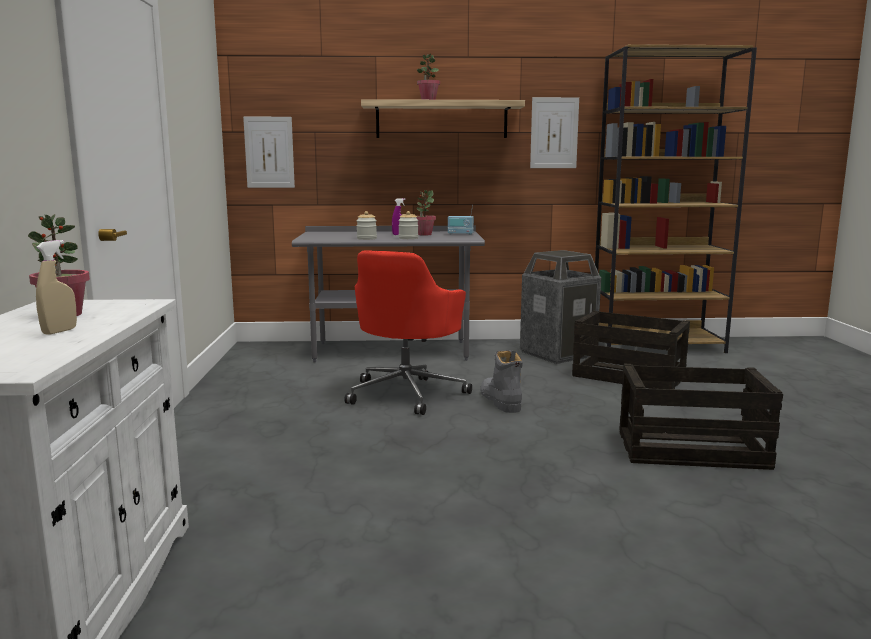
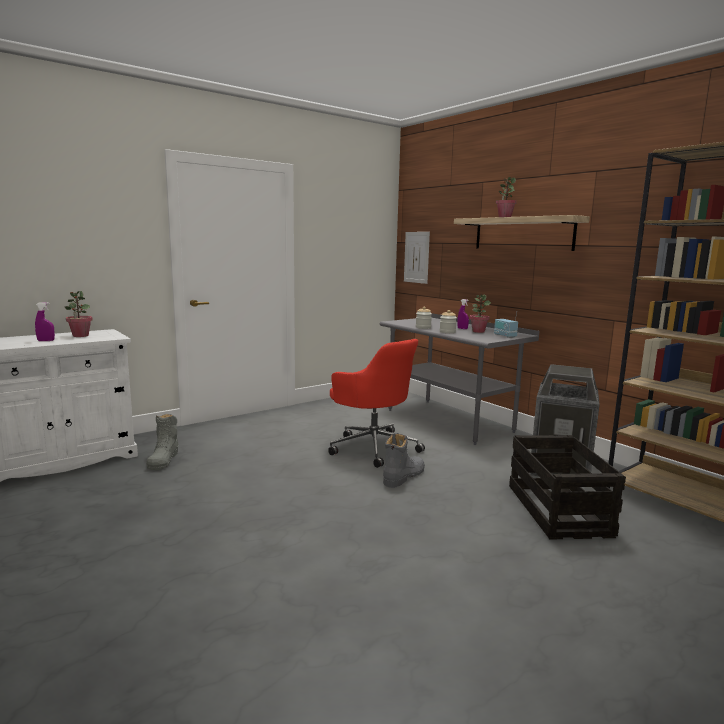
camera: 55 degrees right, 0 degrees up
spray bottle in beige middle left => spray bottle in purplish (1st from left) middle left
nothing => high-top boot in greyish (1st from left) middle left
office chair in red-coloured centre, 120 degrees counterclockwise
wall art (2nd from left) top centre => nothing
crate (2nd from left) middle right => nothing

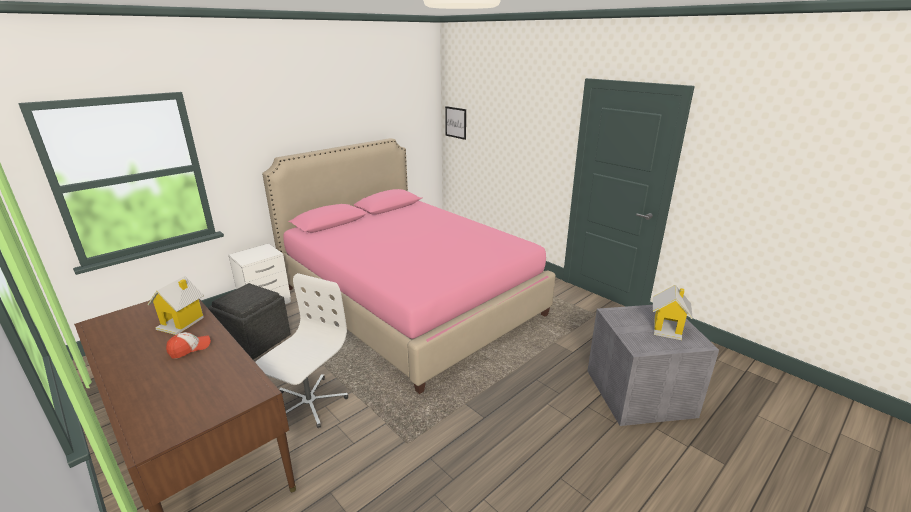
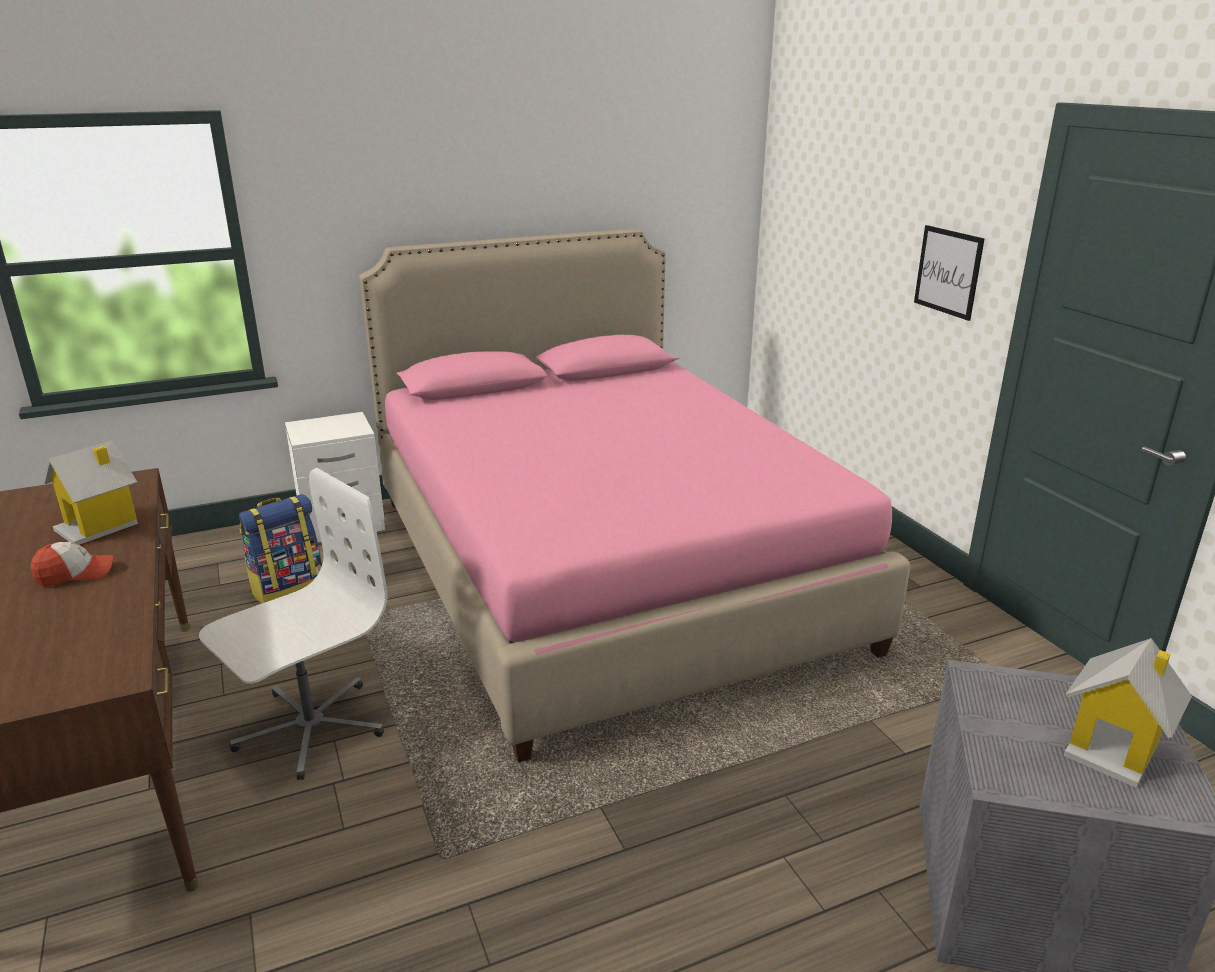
camera: 20 degrees right, 0 degrees up
pouffe in greyish middle left => rucksack middle left
wall art top centre => wall art top right, move

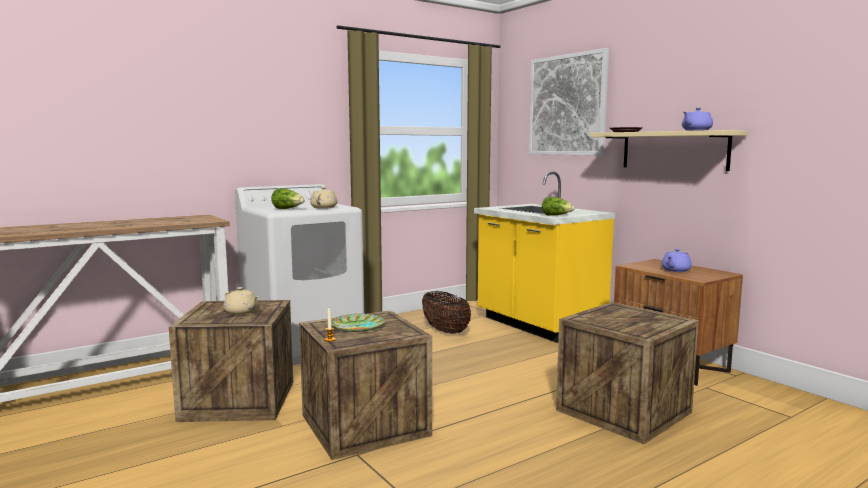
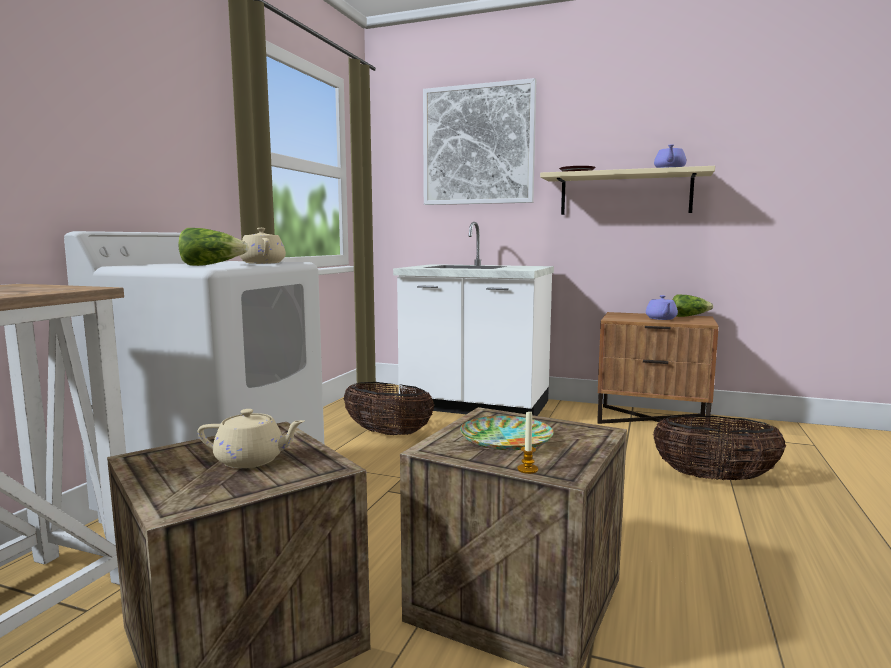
camera: 35 degrees left, 0 degrees up
kitchen base unit in yellowish centre => kitchen base unit in white centre
crate (3rd from left) bottom right => household basket (2nd from left) bottom right
head of lettuce (2nd from left) centre => head of lettuce (2nd from left) middle right, move

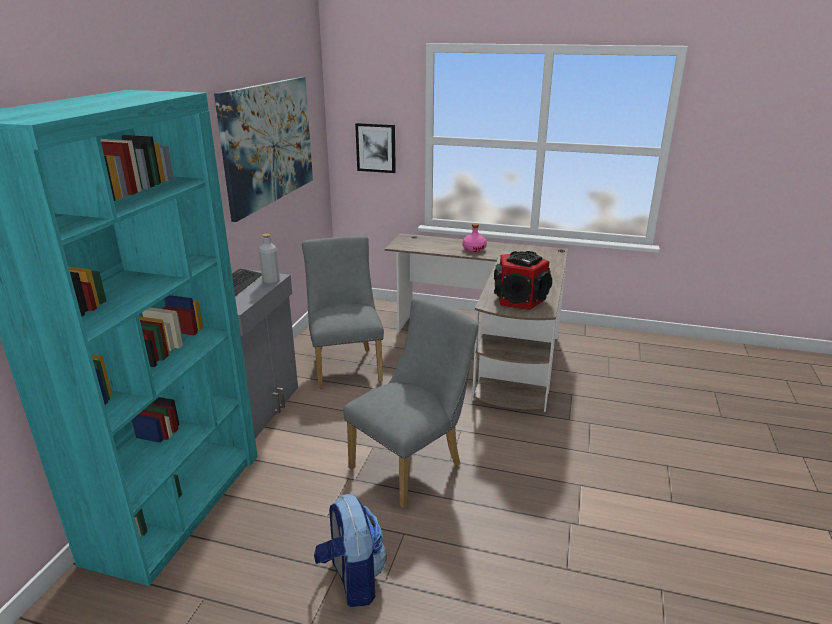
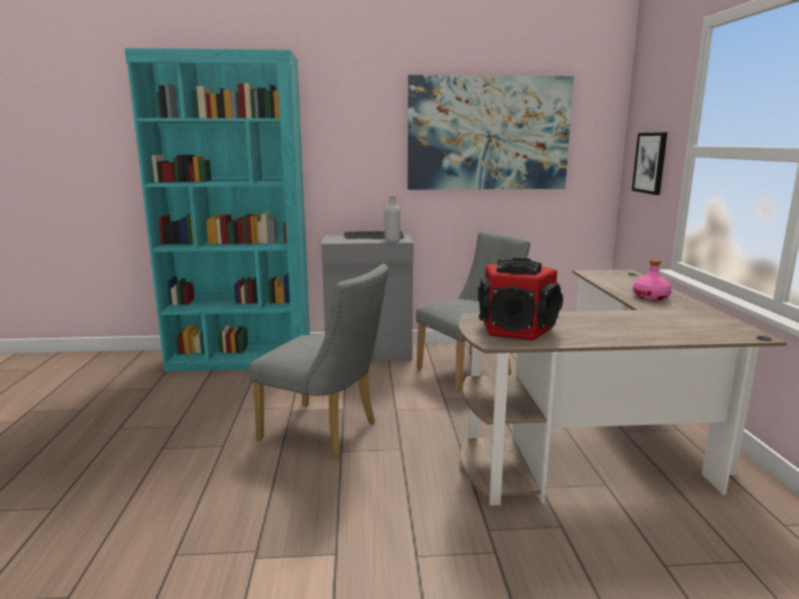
camera: 70 degrees right, 10 degrees down
rucksack bottom centre => nothing

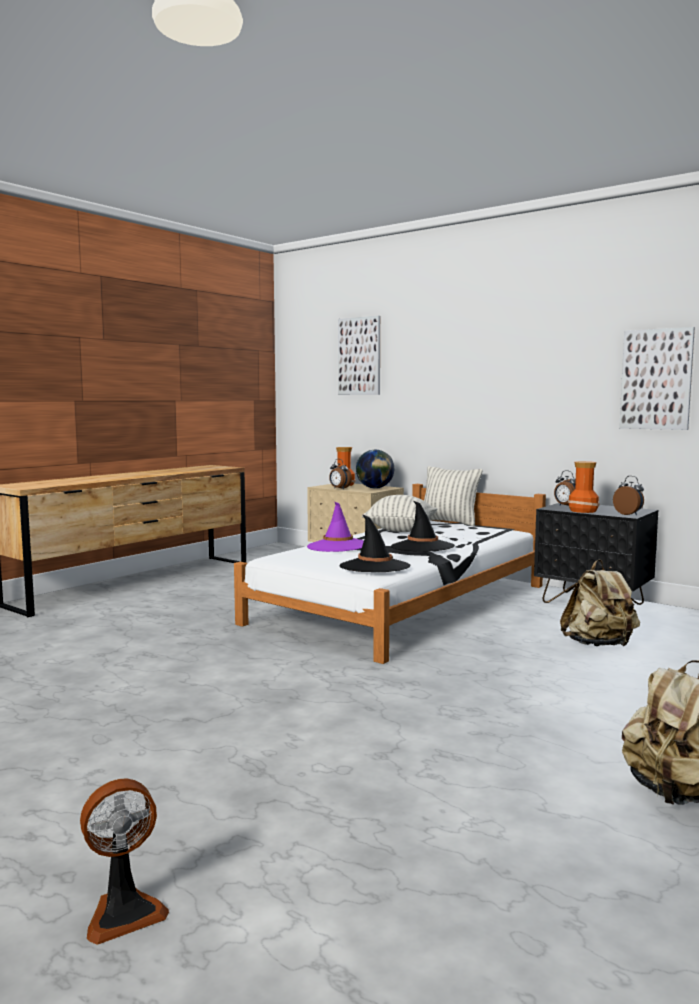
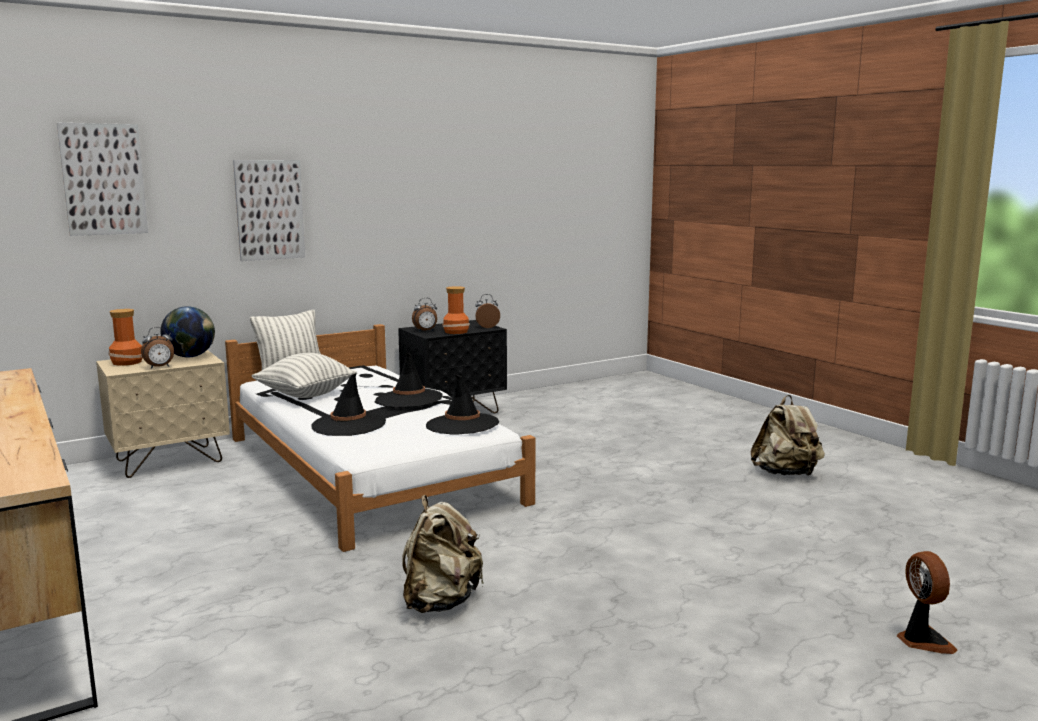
camera: 70 degrees left, 5 degrees up
wall art (2nd from left) middle right => wall art (2nd from left) top left, move
wearable hat in purplish centre => wearable hat in black-coloured (1st from left) centre
rucksack in beige (1st from left) middle right => rucksack in beige (1st from left) bottom centre, move

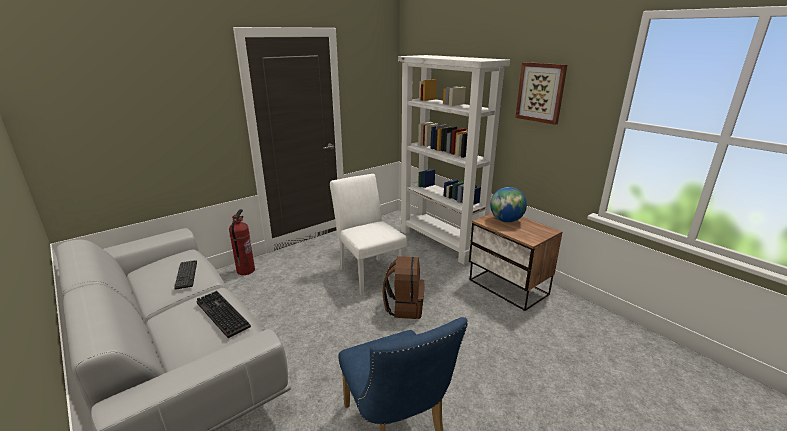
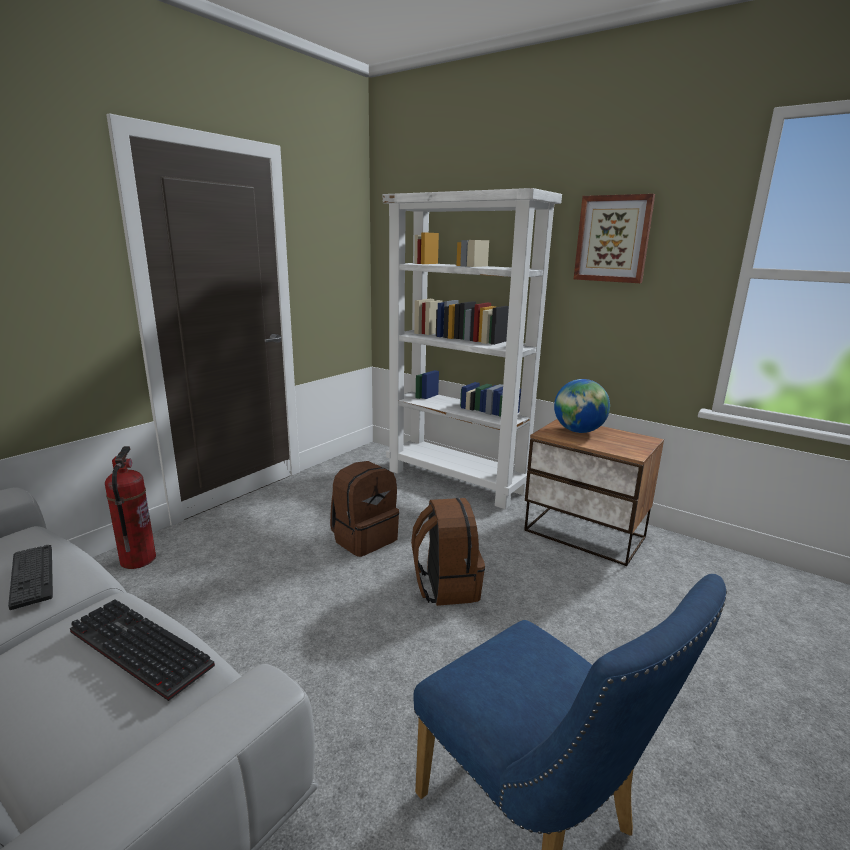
camera: 15 degrees left, 5 degrees down
chair in white centre => rucksack in brown (1st from left) centre

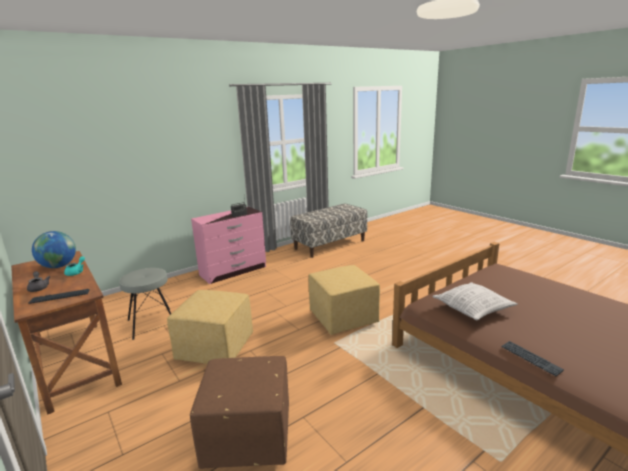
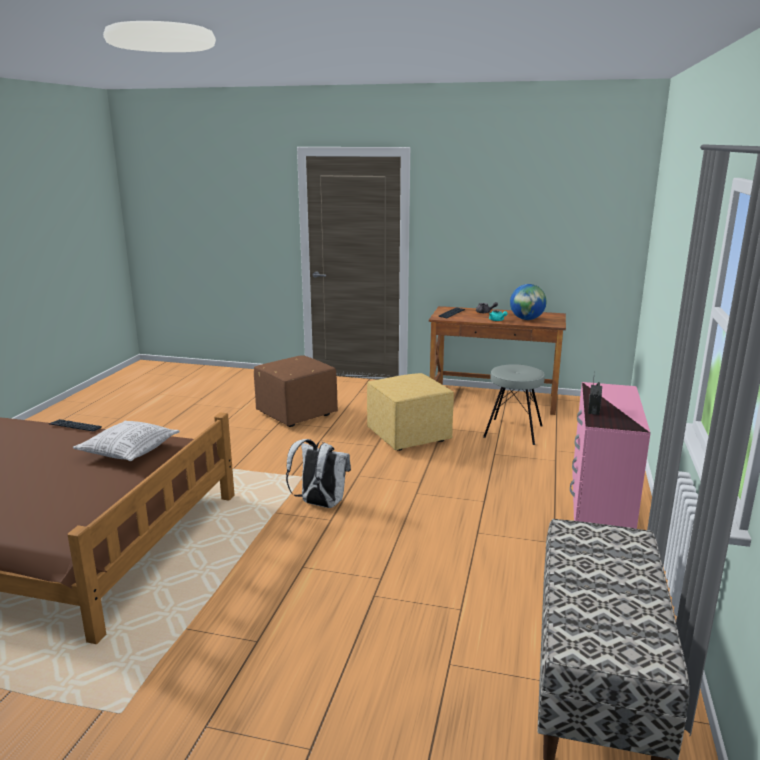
camera: 140 degrees right, 0 degrees up
pouffe in yellowish (2nd from left) centre => rucksack in white centre

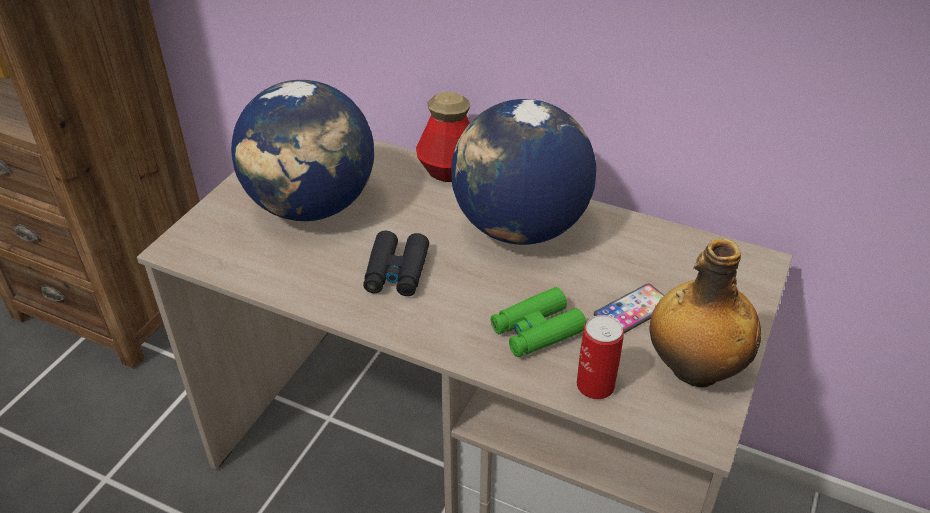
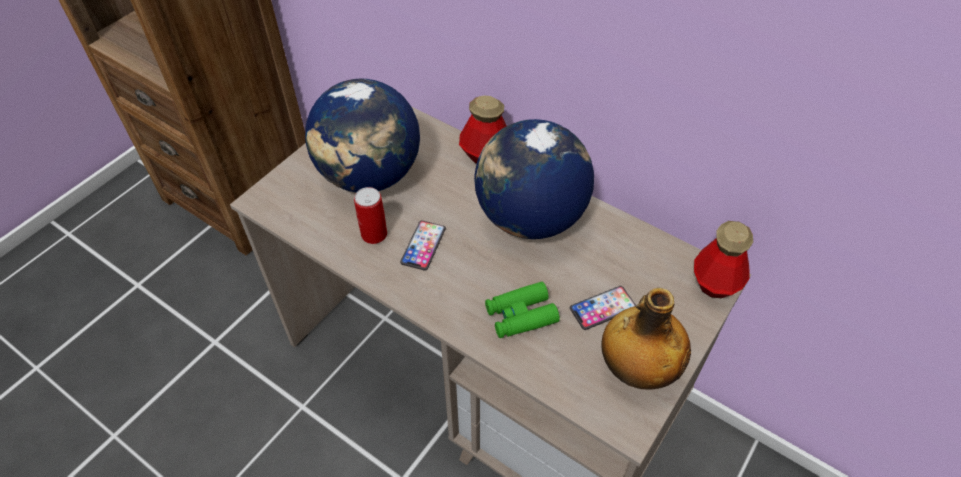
camera: 10 degrees right, 10 degrees up
metal can bottom centre => metal can centre, move
binoculars in black-coloured centre => phone (1st from left) centre
nothing => drink bottle (3rd from left) middle right

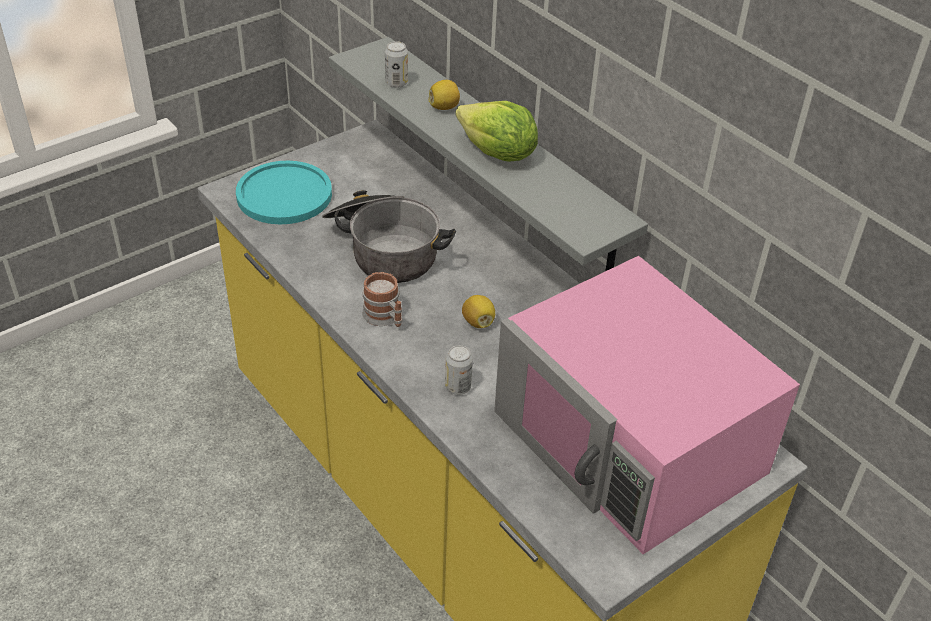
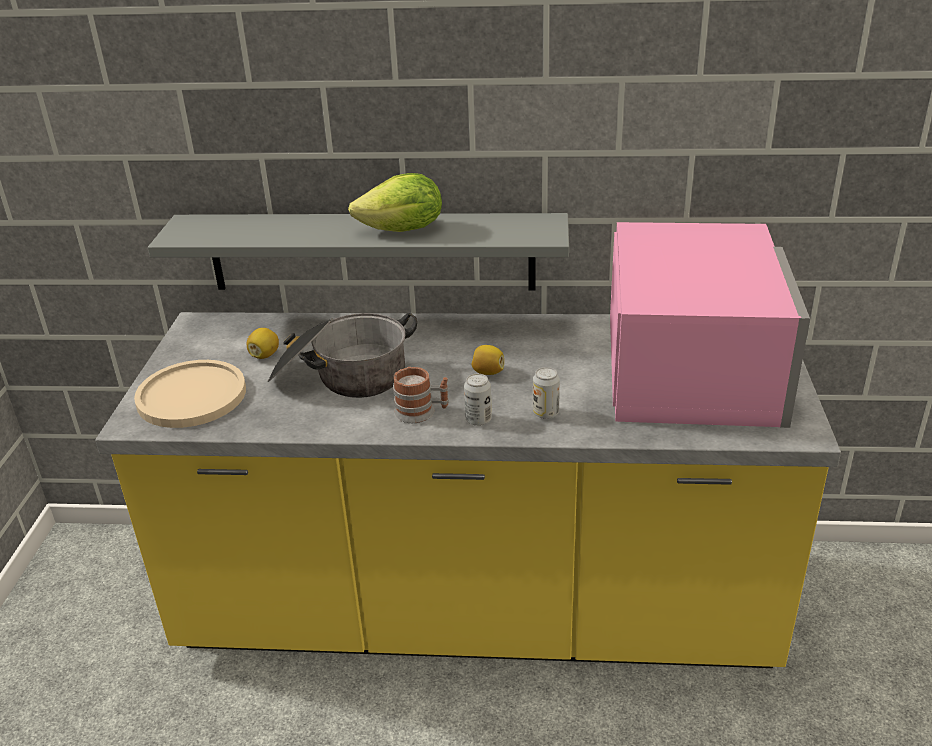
camera: 45 degrees left, 10 degrees down
plate in turquoise top left => plate in beige middle left
whole lemon (1st from left) top centre => whole lemon (1st from left) middle left, move
metal can (1st from left) top centre => metal can (1st from left) centre, move
microwave in pinkish middle right, 90 degrees counterclockwise

